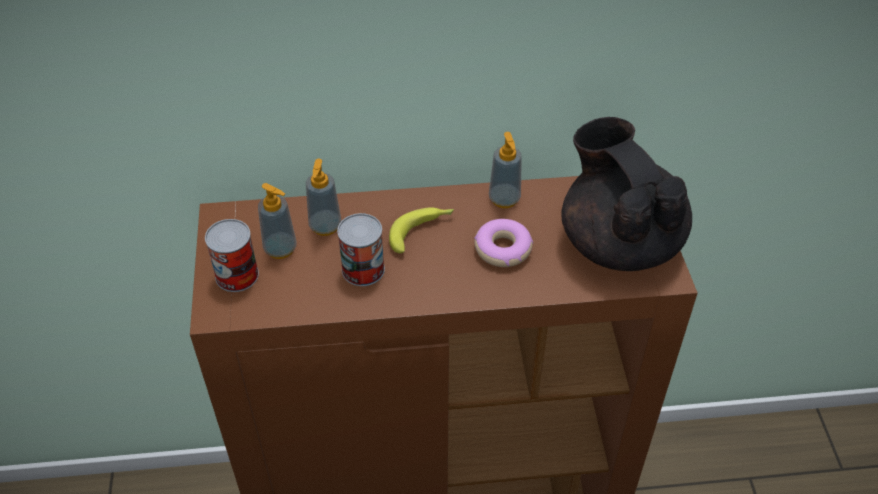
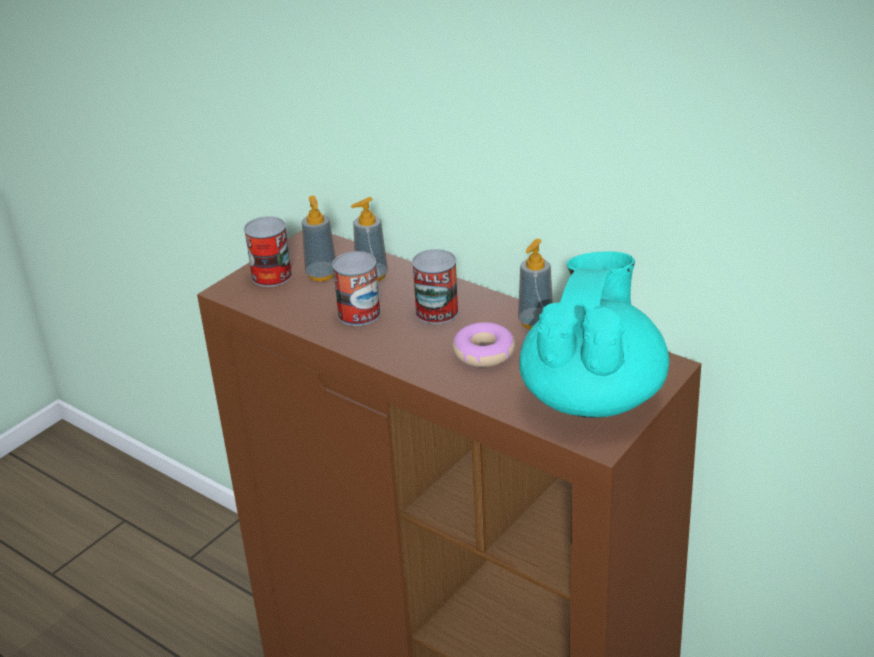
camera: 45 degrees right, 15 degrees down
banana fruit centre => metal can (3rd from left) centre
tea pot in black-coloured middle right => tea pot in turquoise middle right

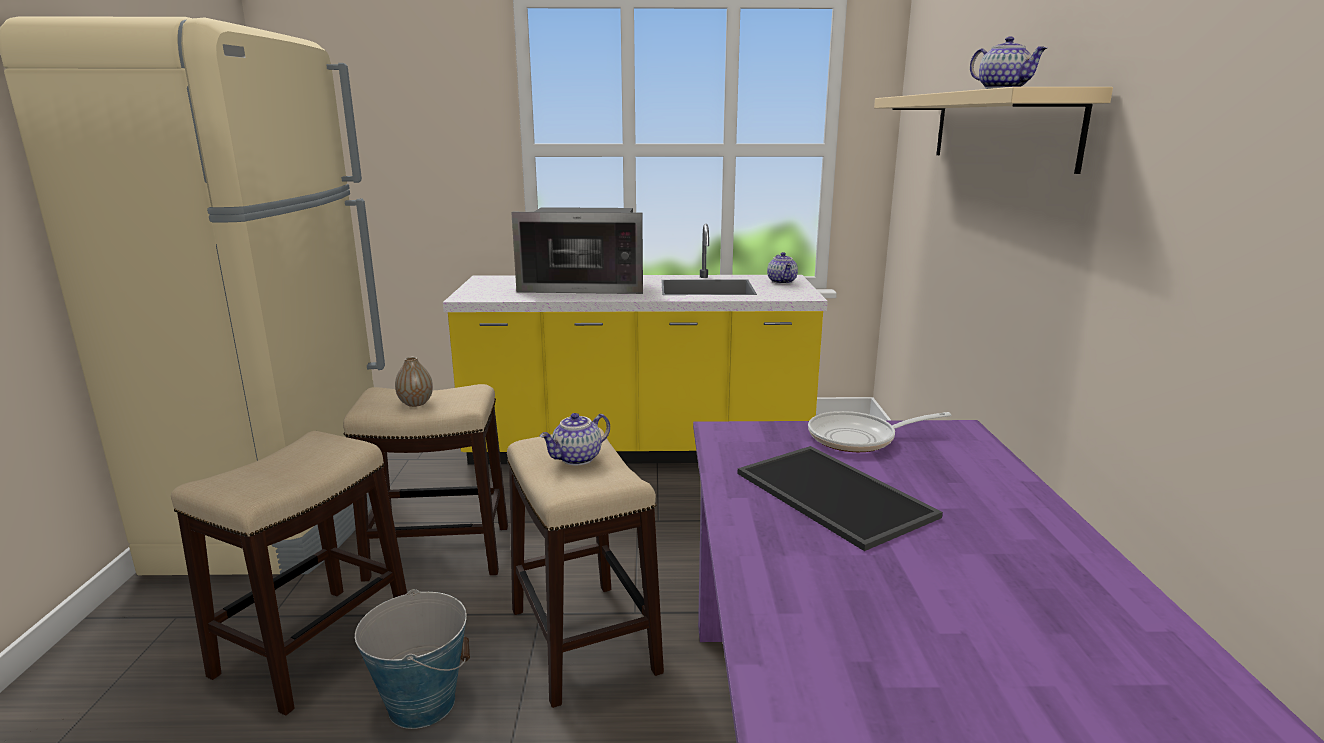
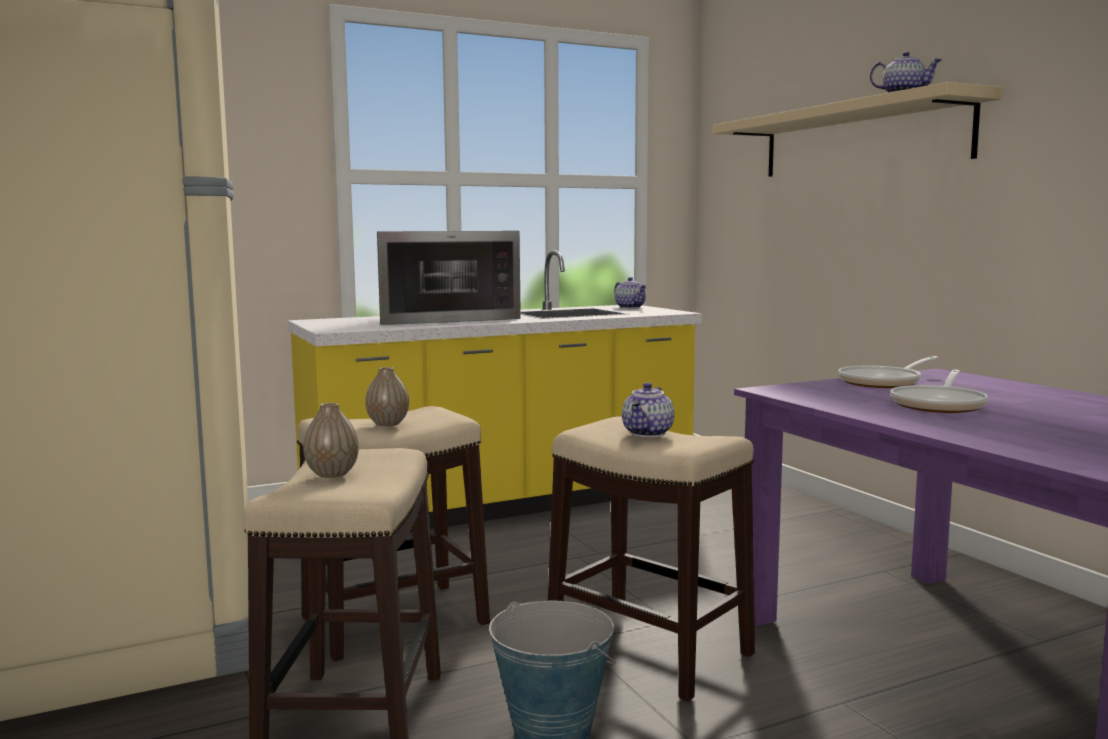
camera: 25 degrees left, 10 degrees down
nothing => decorative vase (1st from left) middle left
carrying tray bottom centre => frying pan (2nd from left) middle right

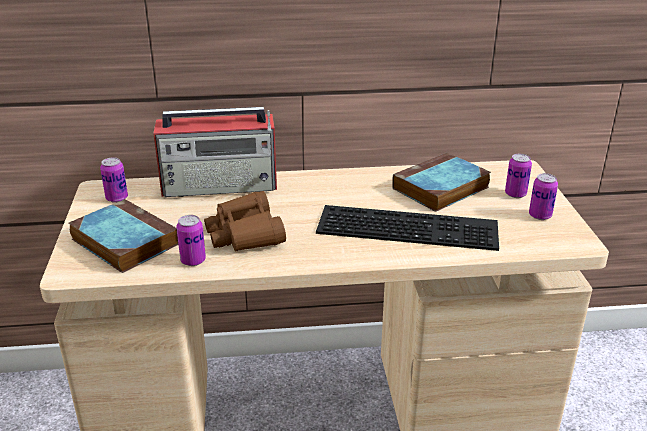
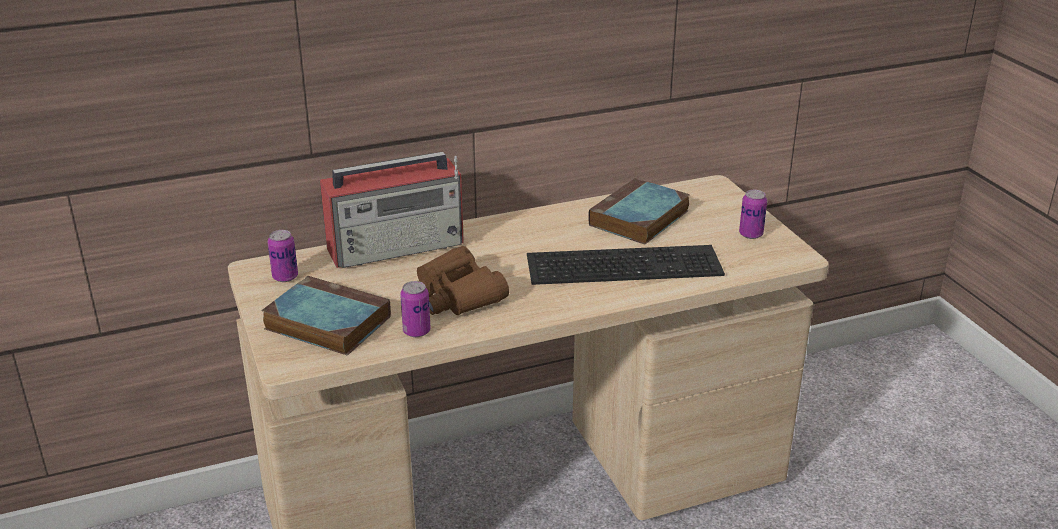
camera: 15 degrees left, 0 degrees up
metal can (3rd from left) middle right => nothing

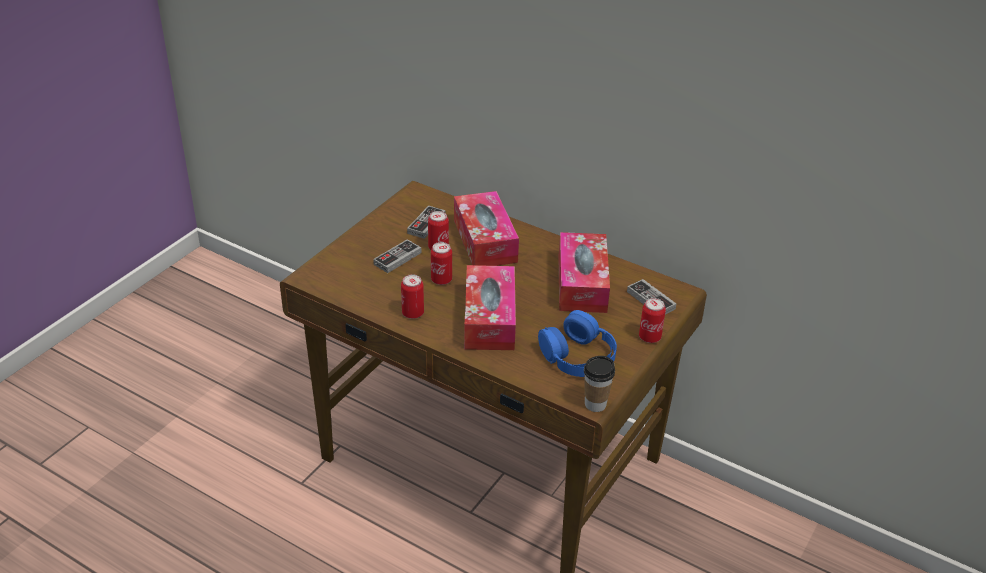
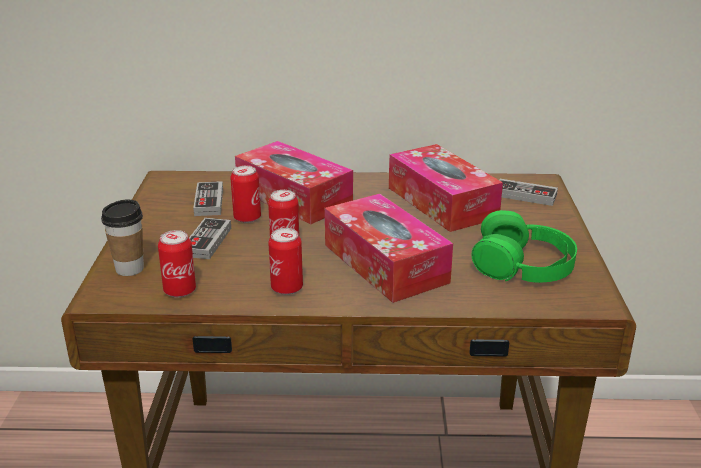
camera: 30 degrees left, 10 degrees down
small cup bottom centre => small cup middle left, move
metal can (4th from left in the first image) centre => metal can (1st from left) middle left, move
headset in blue-coloured centre => headset in green-coloured middle right

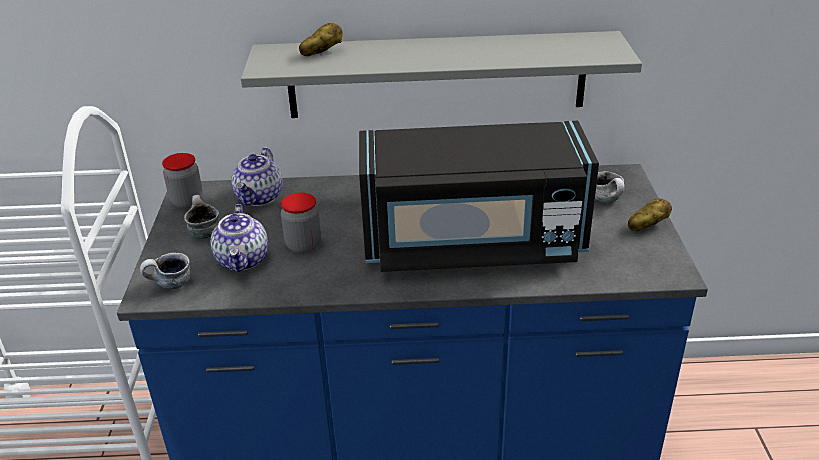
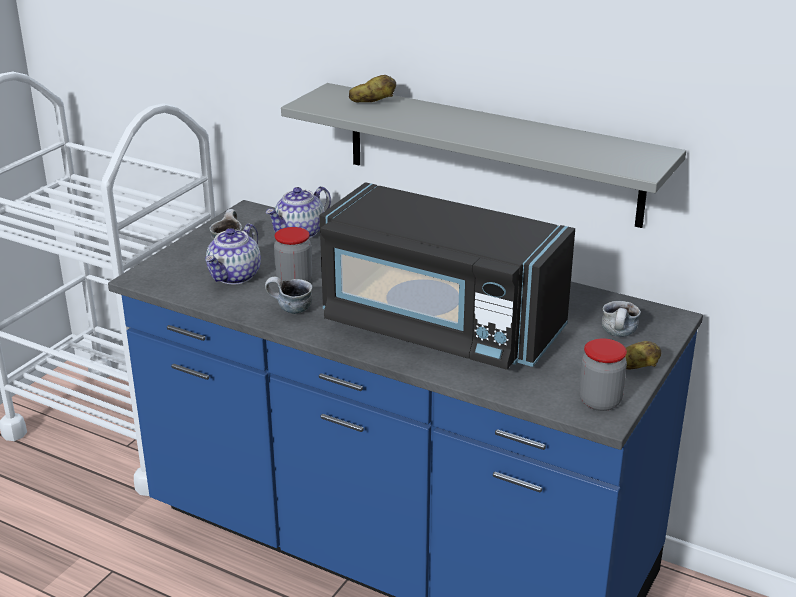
camera: 30 degrees right, 5 degrees down
coffee mug (1st from left in the first image) middle left => coffee mug (2nd from left) centre, move
storage jar (1st from left in the first image) middle left => storage jar (2nd from left) middle right, move

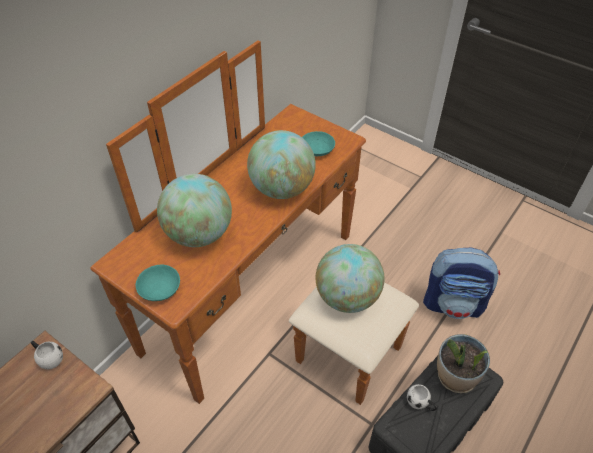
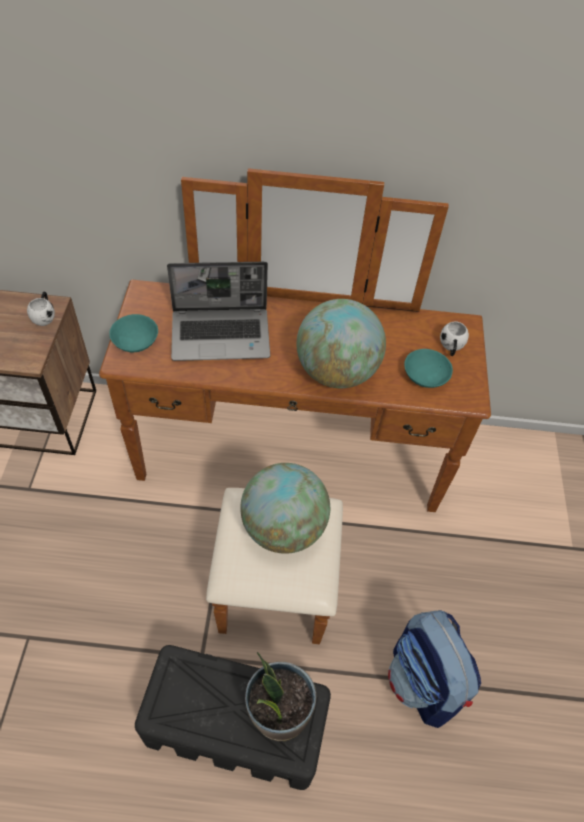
camera: 55 degrees right, 5 degrees up
world globe (1st from left) middle left => portable computer centre
coffee mug in white (2nd from left) bottom right => coffee mug in white (2nd from left) middle right, move

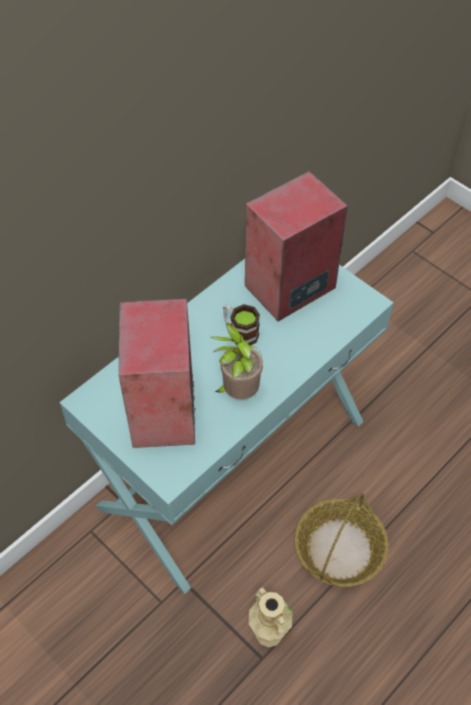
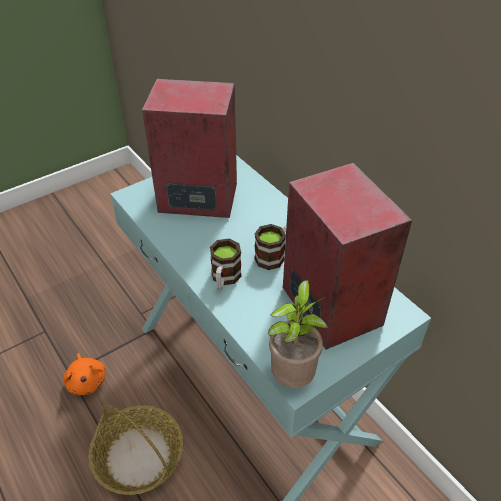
camera: 100 degrees right, 10 degrees down
decorative vase in beige bottom centre => plush toy in orange bottom left
nothing => coffee mug (1st from left) centre
houseplant centre => houseplant bottom centre, move

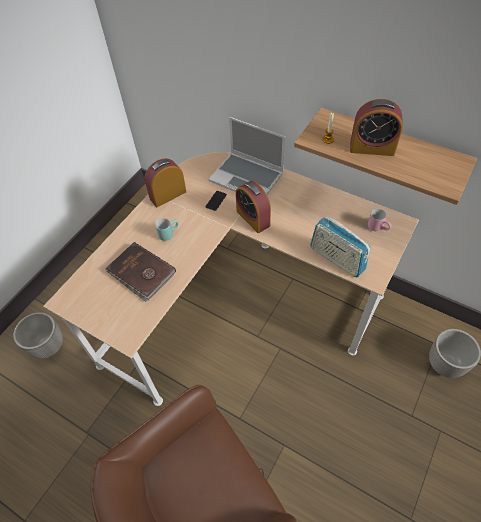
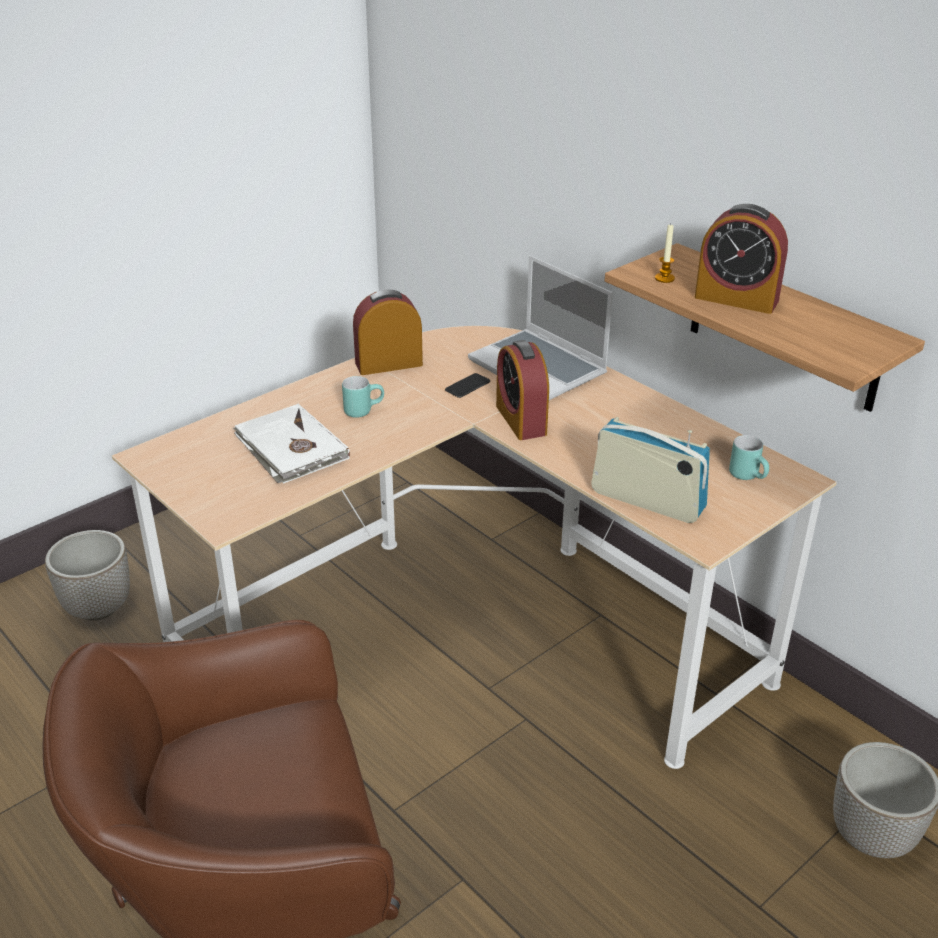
camera: 15 degrees right, 20 degrees down
book in brown middle left => book in white middle left
radio set middle right, 150 degrees clockwise
coffee mug in pinkish middle right => coffee mug in turquoise (2nd from left) middle right

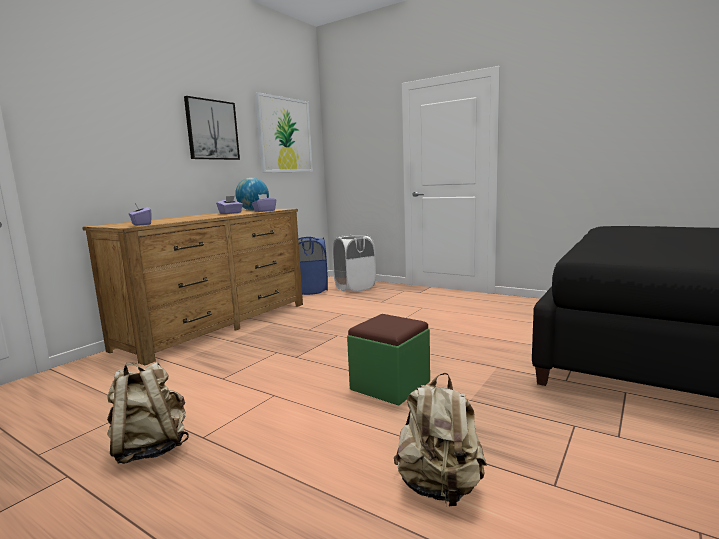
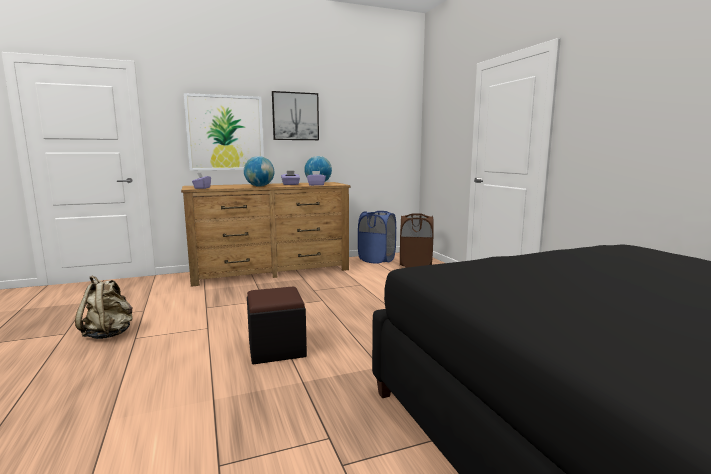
camera: 35 degrees right, 0 degrees up
wall art (2nd from left in the first image) top centre => wall art (1st from left) top left, move
nothing => world globe (1st from left) centre
pouffe in green-coloured bottom centre => pouffe in black-coloured bottom centre
hamper in white centre => hamper in brown centre
rucksack in beige (2nd from left) bottom centre => nothing

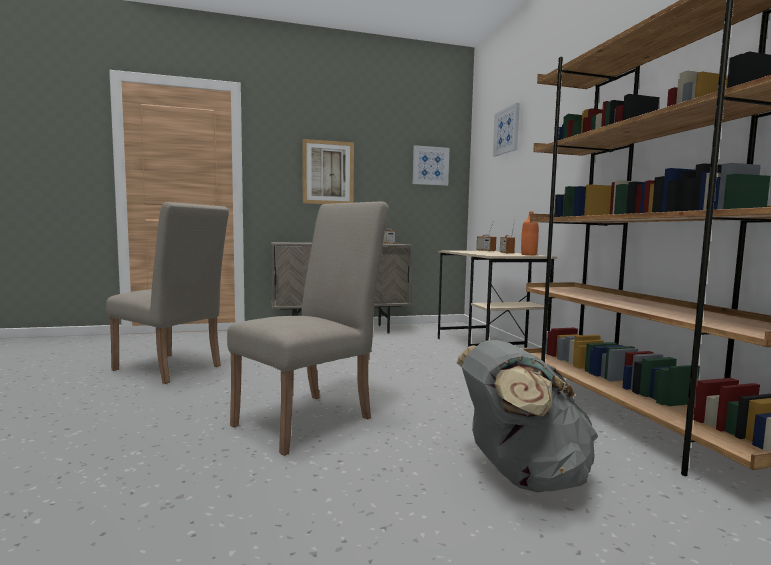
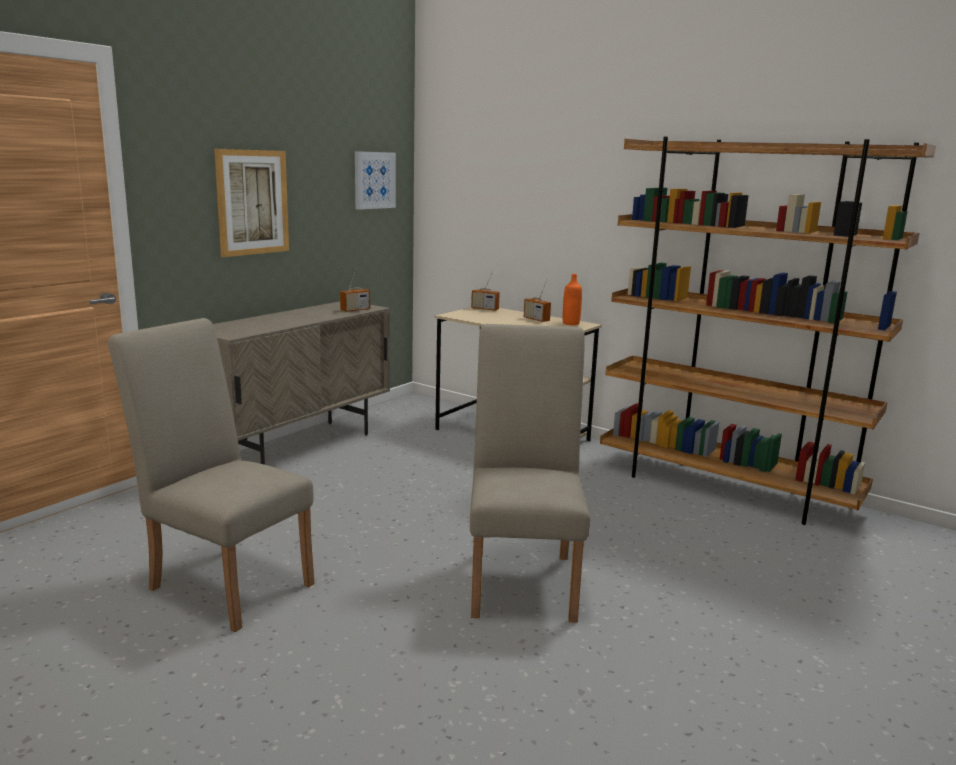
camera: 40 degrees left, 10 degrees up
chair in beige (1st from left) middle left, 135 degrees counterclockwise
rucksack in greyish bottom right => nothing
wall art (3rd from left) top centre => nothing

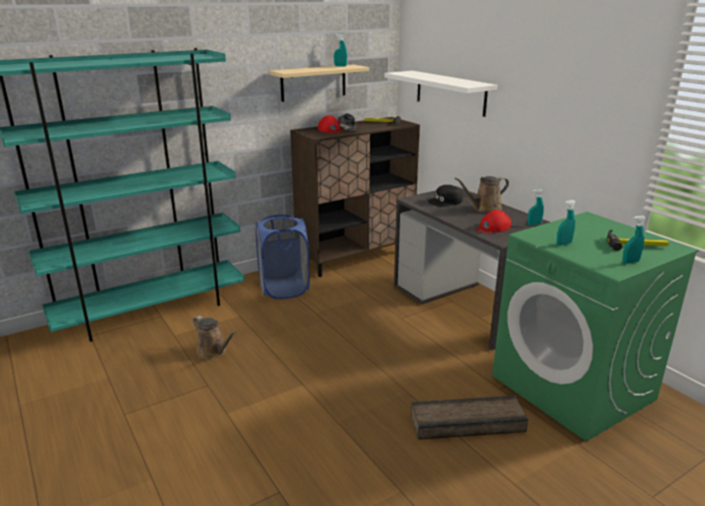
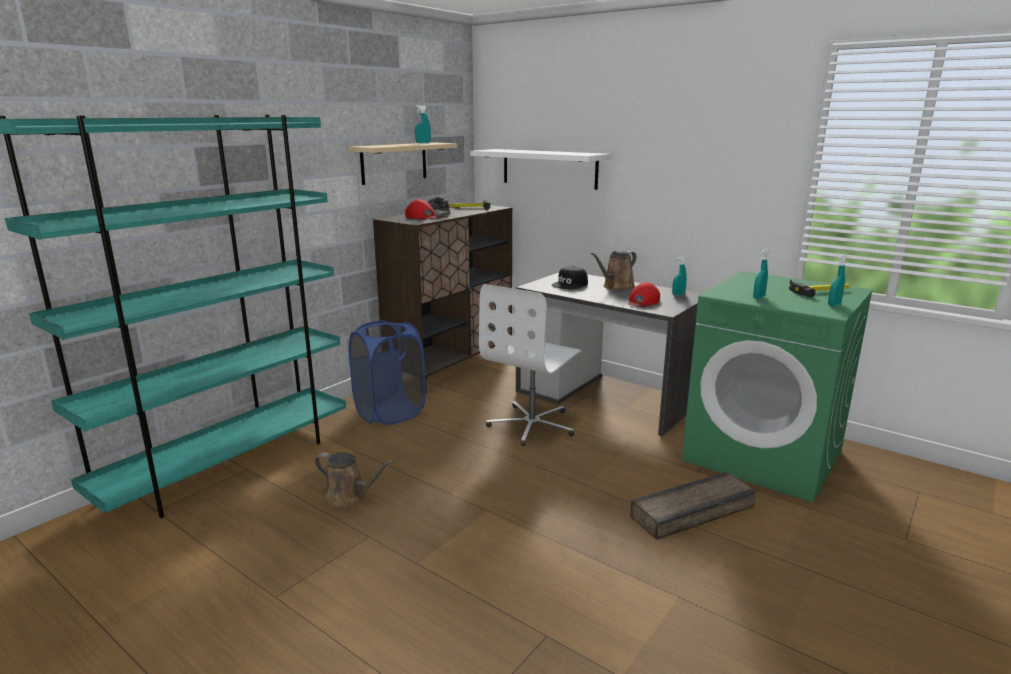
camera: 20 degrees left, 5 degrees down
nothing => office chair in white centre

